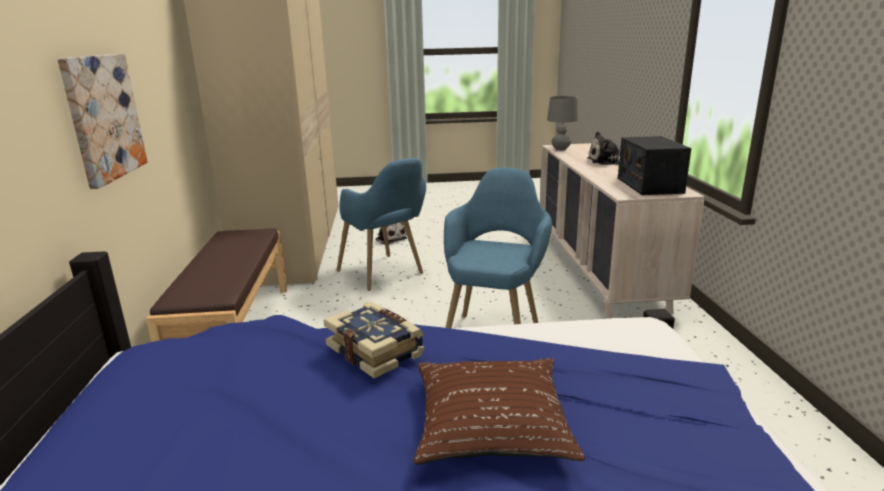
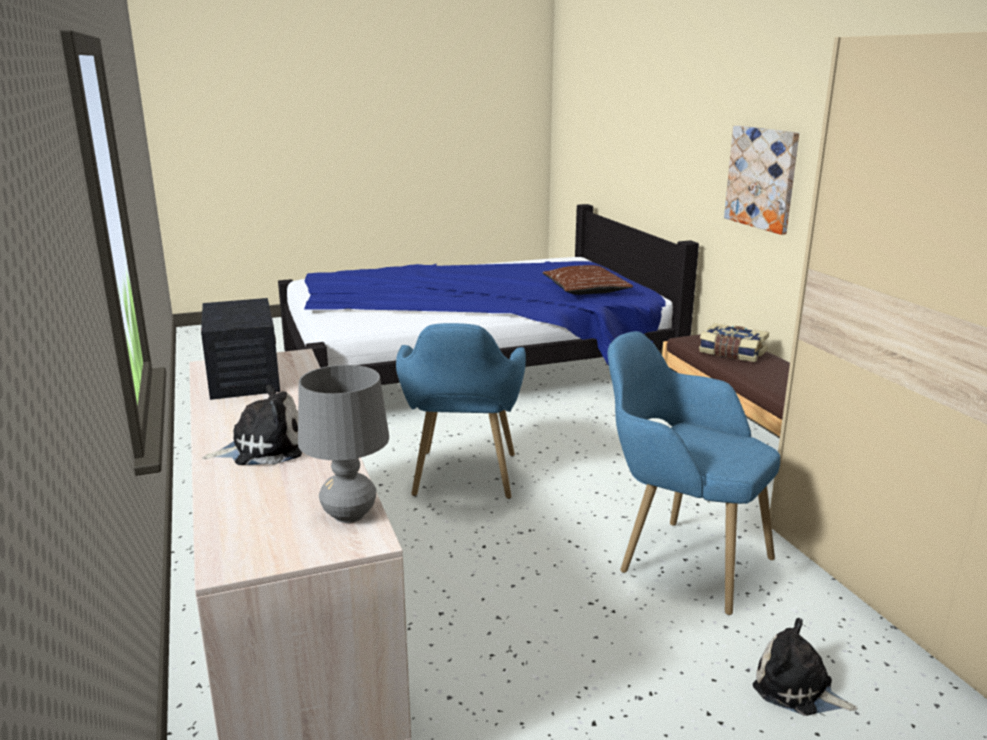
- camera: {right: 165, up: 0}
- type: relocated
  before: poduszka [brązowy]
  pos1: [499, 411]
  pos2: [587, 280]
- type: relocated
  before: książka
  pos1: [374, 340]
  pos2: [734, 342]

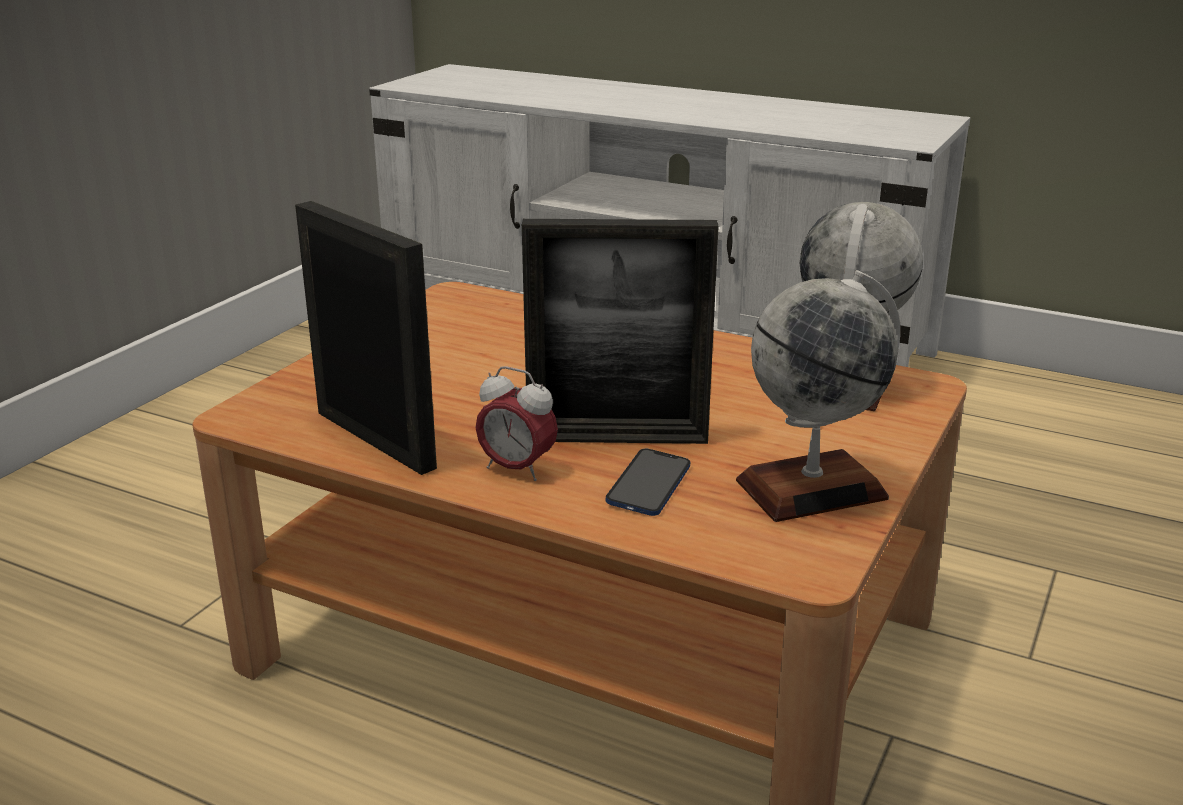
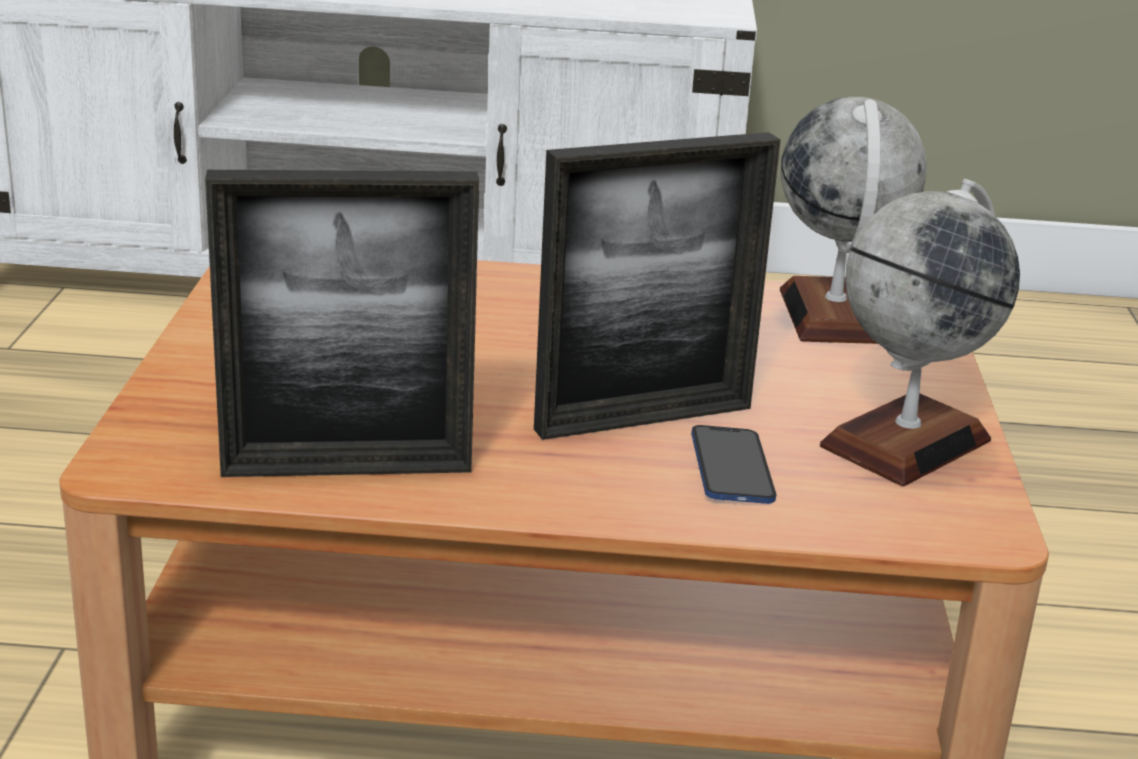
- camera: {right: -25, up: 0}
- type: spun
  before: ramka na zdjęcie
  pos1: [366, 338]
  pos2: [342, 323]
  turn: 150
- type: missing
  before: budzik
  pos1: [517, 423]

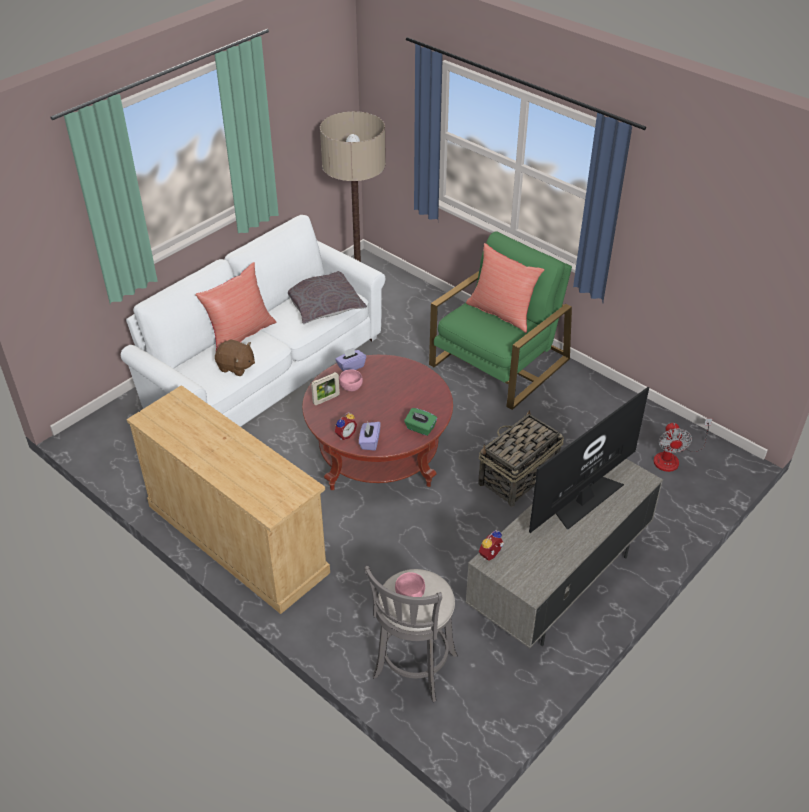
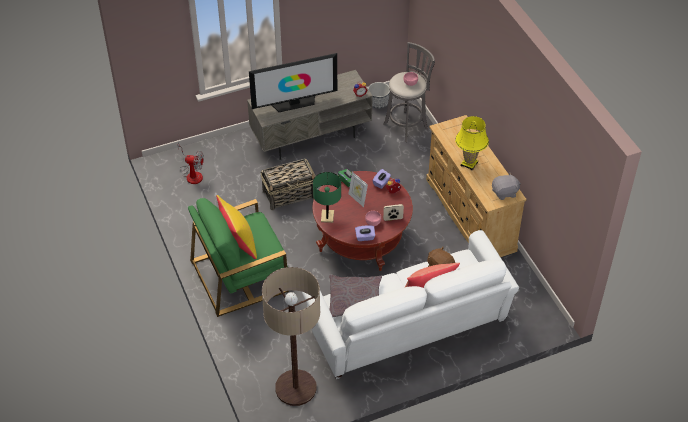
- camera: {right: -155, up: 5}
- type: spun
  before: wentylator
  pos1: [683, 445]
  pos2: [191, 163]
  turn: 75
- type: colour
  before: poduszka [czerwony]
  after: poduszka [żółty]
  pos1: [505, 288]
  pos2: [236, 227]
- type: appeared
  after: lampa stołowa [zielony]
  pos2: [327, 197]
- type: appeared
  after: ramka na zdjęcie
  pos2: [358, 189]
- type: appeared
  after: donica
  pos2: [379, 95]
- type: appeared
  after: lampa stołowa [żółty]
  pos2: [472, 143]
- type: appeared
  after: pluszak [szary]
  pos2: [506, 186]

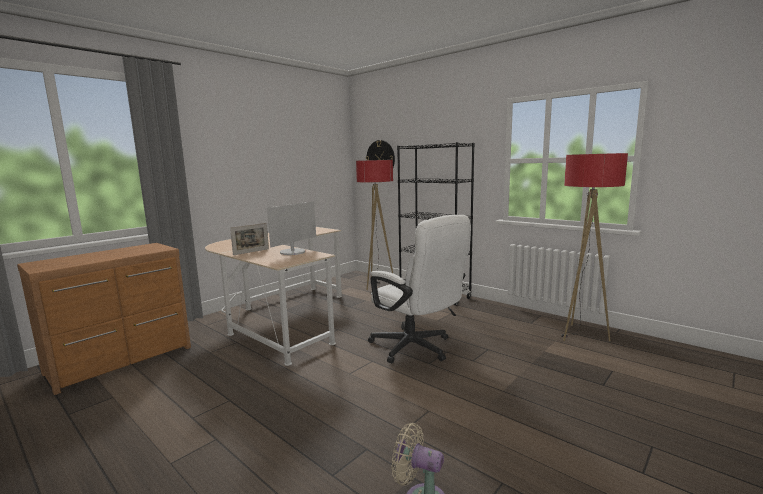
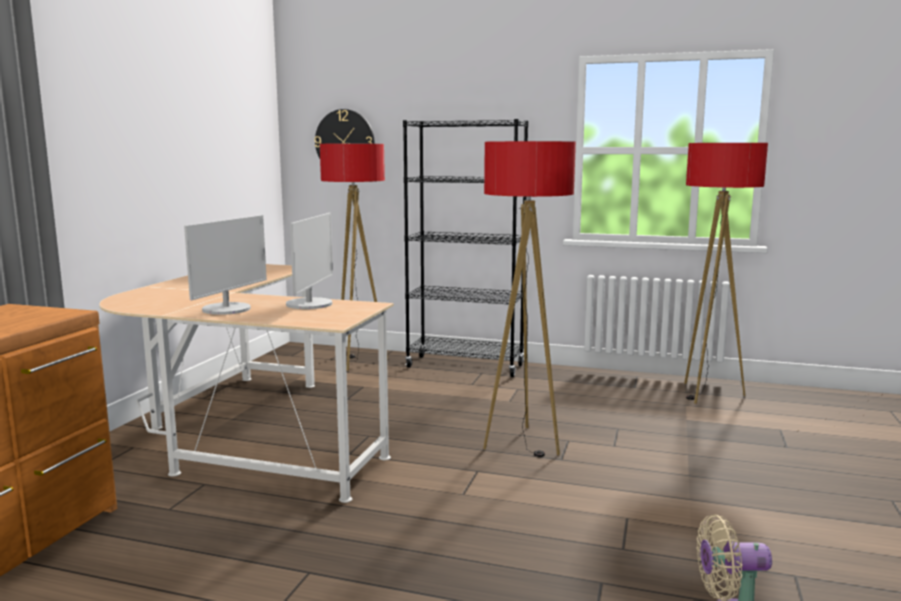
- camera: {right: -25, up: 0}
- type: exchanged
  before: ramka na zdjęcie
  after: monitor
  pos1: [249, 239]
  pos2: [225, 265]
- type: exchanged
  before: krzesło biurowe [biały]
  after: lampa stojąca
  pos1: [419, 289]
  pos2: [529, 299]

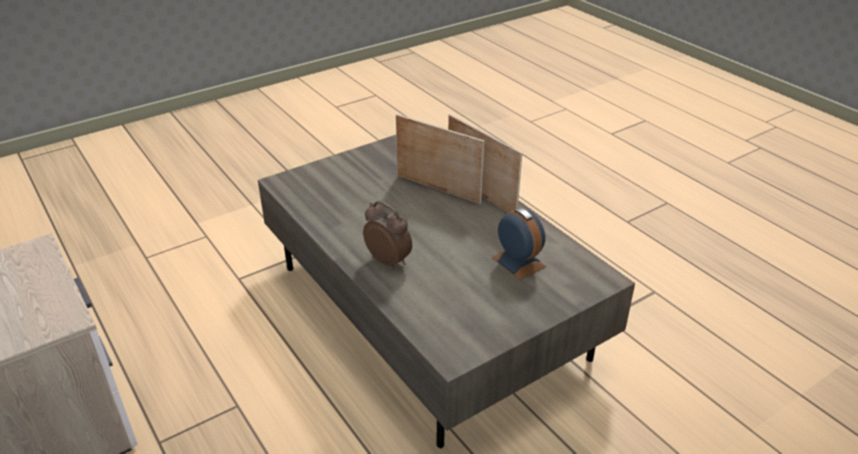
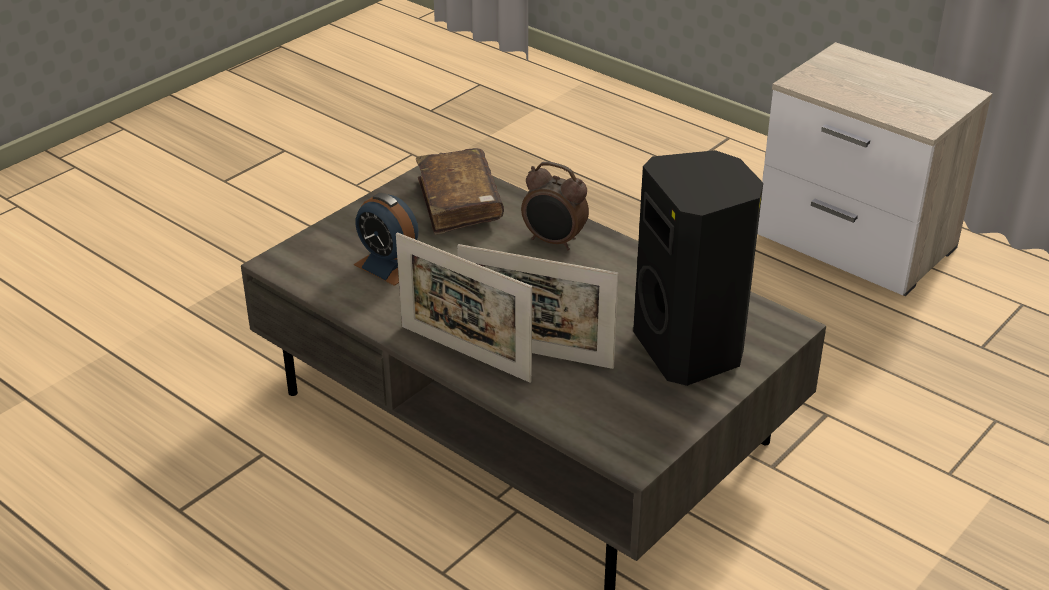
- camera: {right: 165, up: 0}
- type: appeared
  after: książka [brązowy]
  pos2: [460, 191]
- type: appeared
  after: głośnik [czarny]
  pos2: [698, 268]

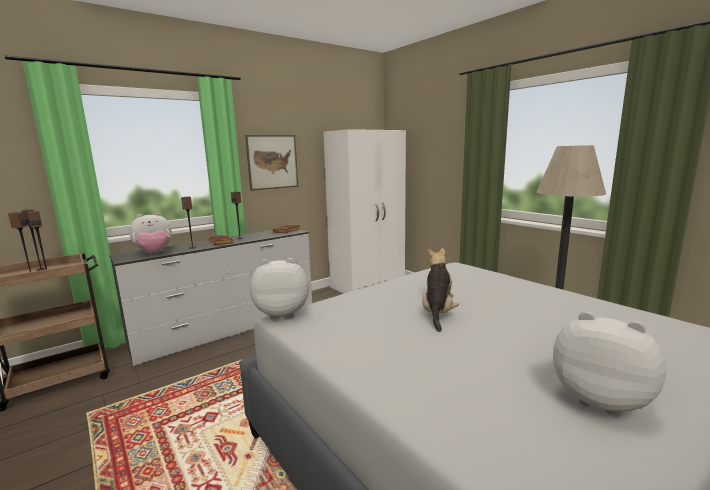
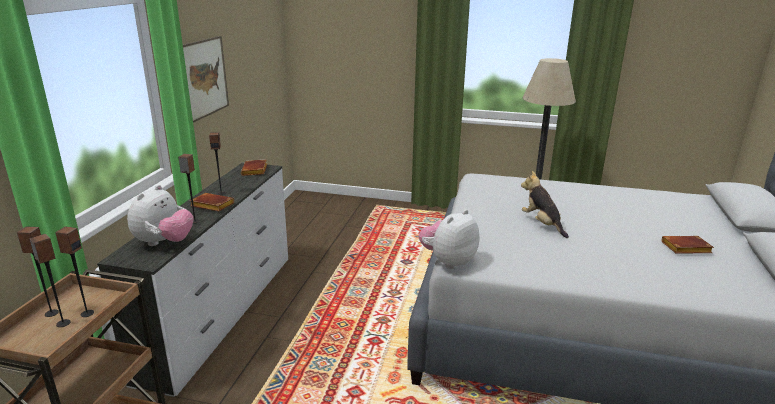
- camera: {right: -40, up: 10}
- type: exchanged
  before: pluszak
  after: książka [brązowy]
  pos1: [609, 363]
  pos2: [688, 245]
- type: missing
  before: szafa [biały]
  pos1: [364, 211]

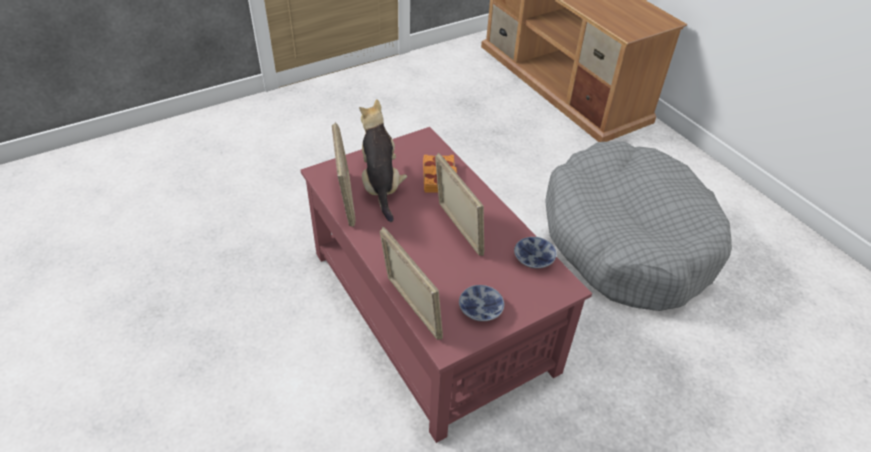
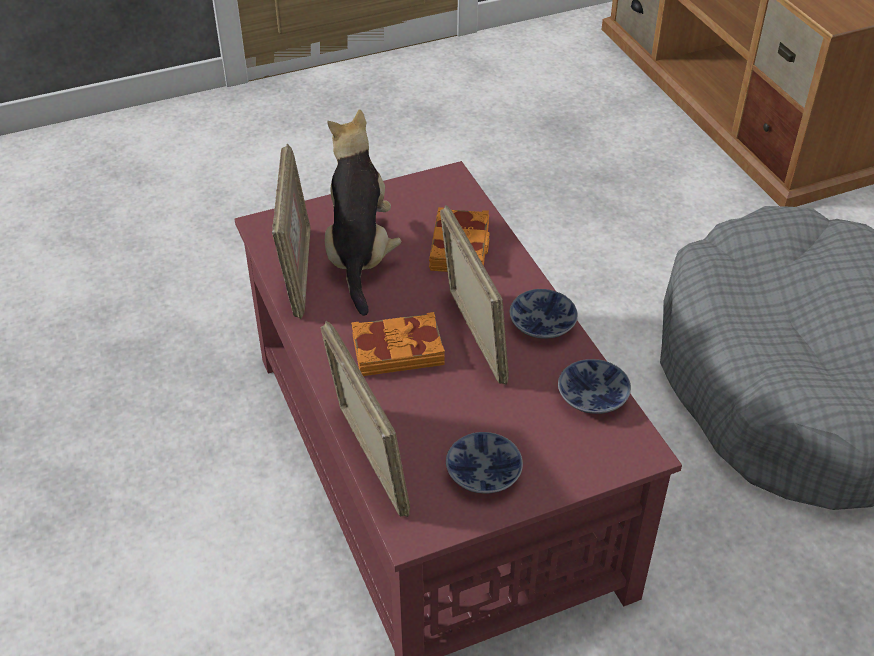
- camera: {right: 10, up: 0}
- type: appeared
  after: książka [pomarańczowy]
  pos2: [398, 344]
- type: appeared
  after: miska
  pos2: [544, 314]

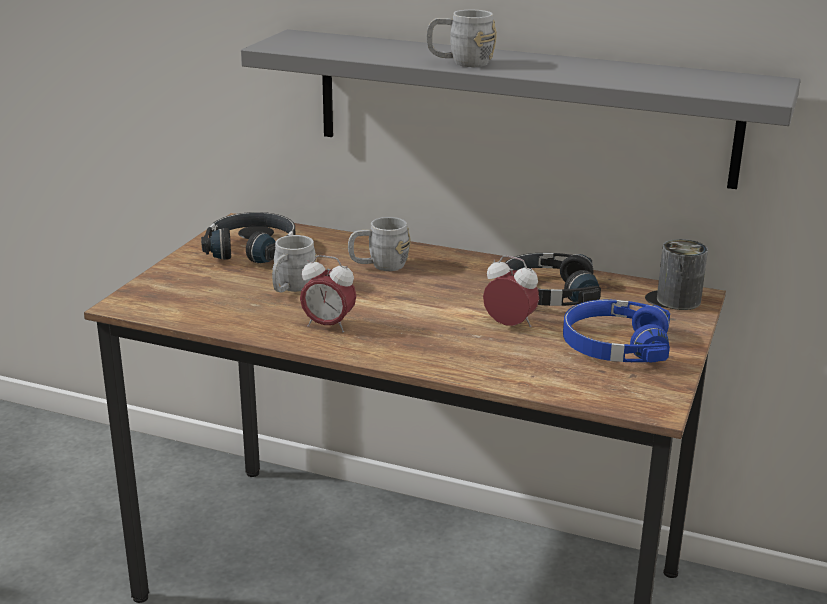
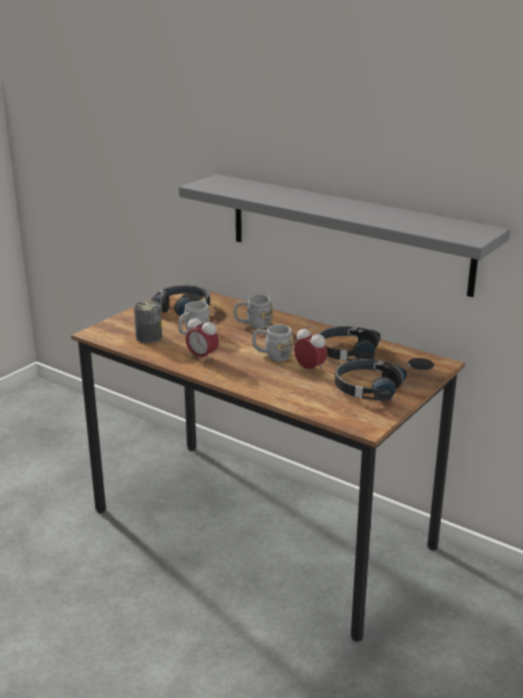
- camera: {right: 15, up: 0}
- type: relocated
  before: puszka
  pos1: [682, 274]
  pos2: [148, 321]
- type: relocated
  before: kubek [szary]
  pos1: [462, 38]
  pos2: [273, 342]
- type: colour
  before: słuchawki [niebieski]
  after: słuchawki [czarny]
  pos1: [616, 330]
  pos2: [371, 380]

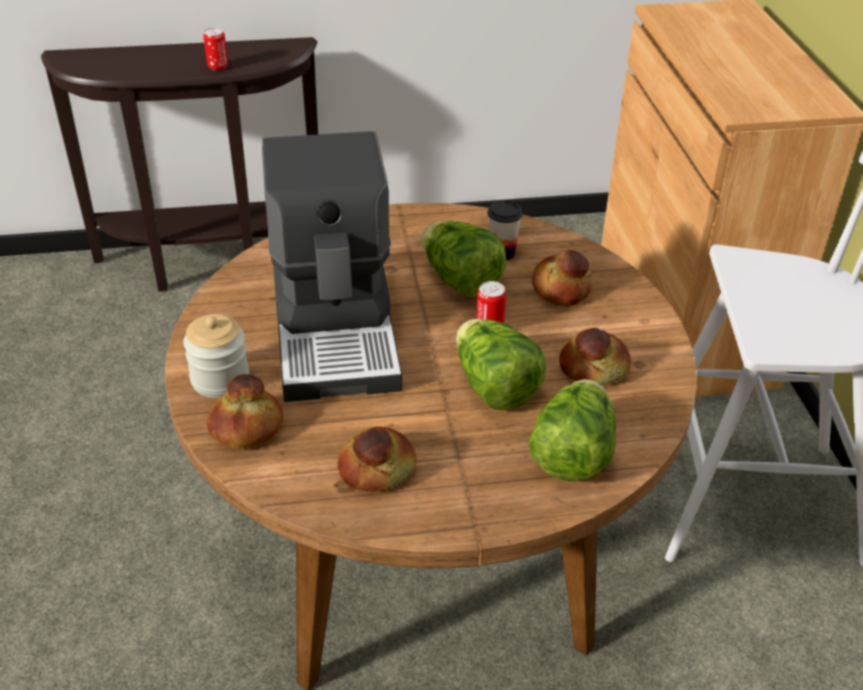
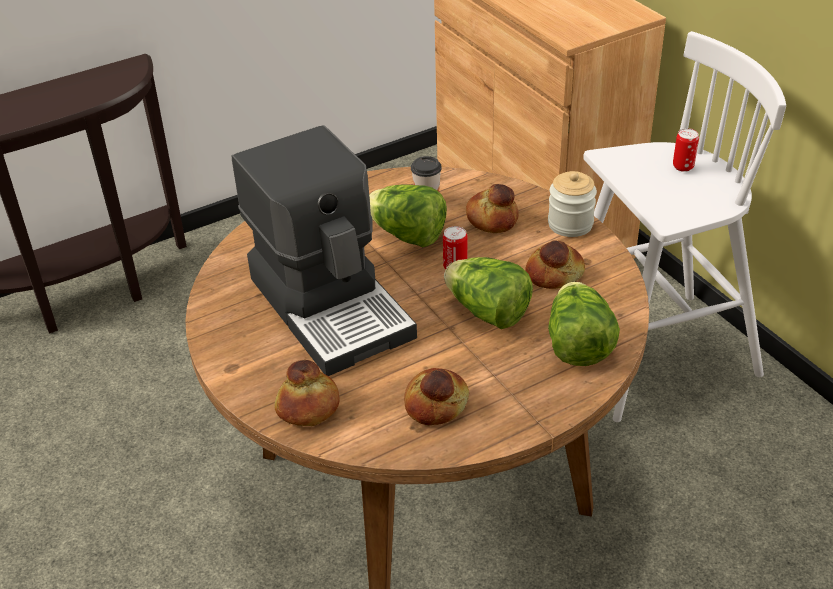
- camera: {right: -20, up: 0}
- type: relocated
  before: słoik
  pos1: [216, 356]
  pos2: [572, 204]
- type: relocated
  before: puszka
  pos1: [215, 49]
  pos2: [686, 150]

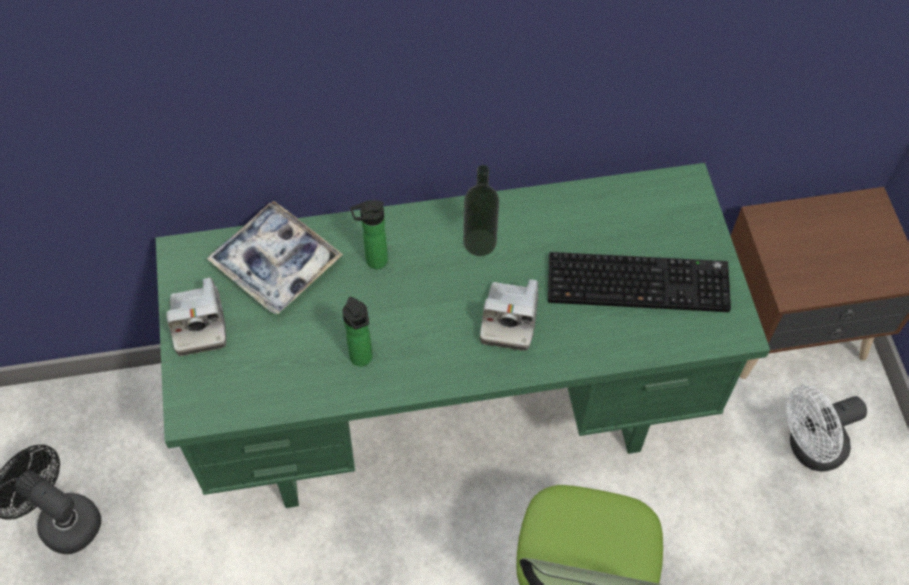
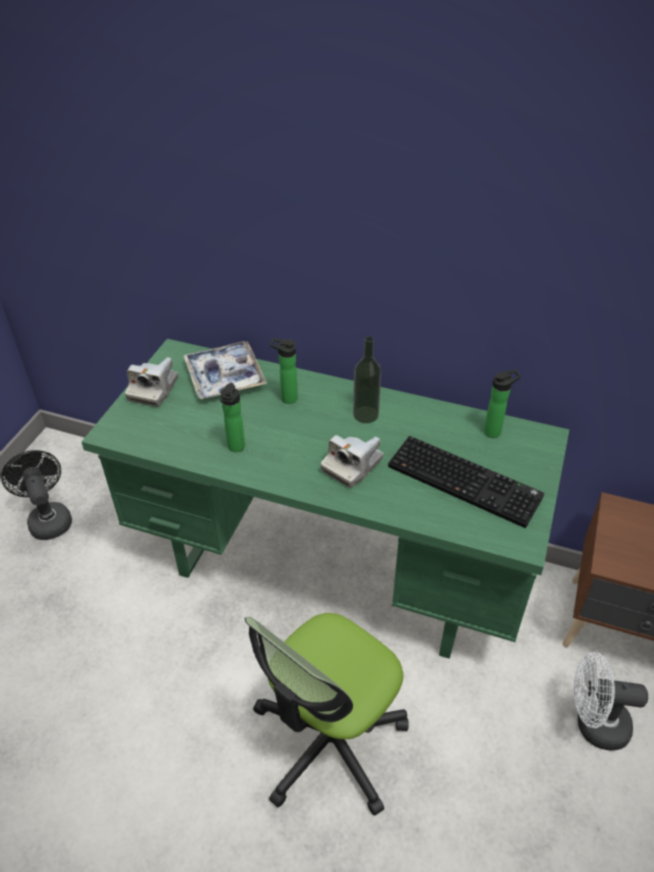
- camera: {right: 30, up: -15}
- type: appeared
  after: butelka
  pos2: [502, 404]

